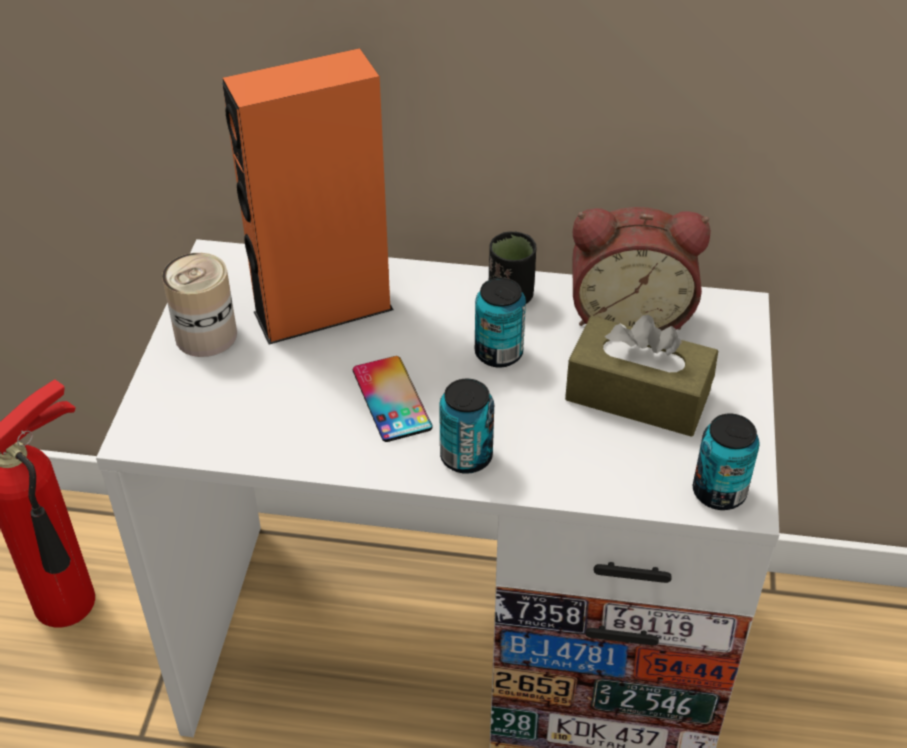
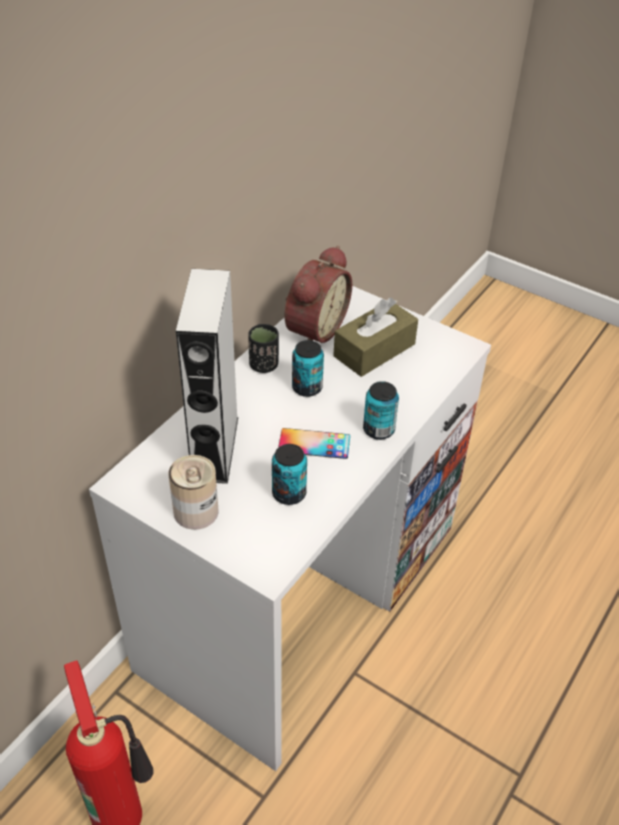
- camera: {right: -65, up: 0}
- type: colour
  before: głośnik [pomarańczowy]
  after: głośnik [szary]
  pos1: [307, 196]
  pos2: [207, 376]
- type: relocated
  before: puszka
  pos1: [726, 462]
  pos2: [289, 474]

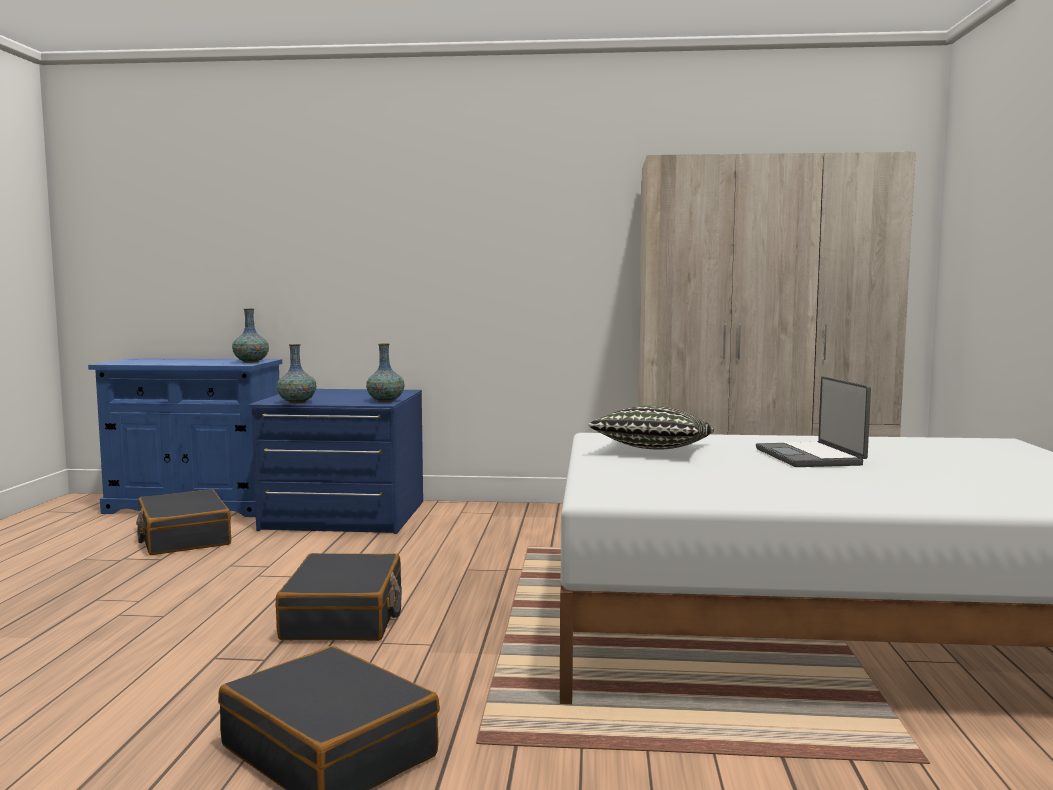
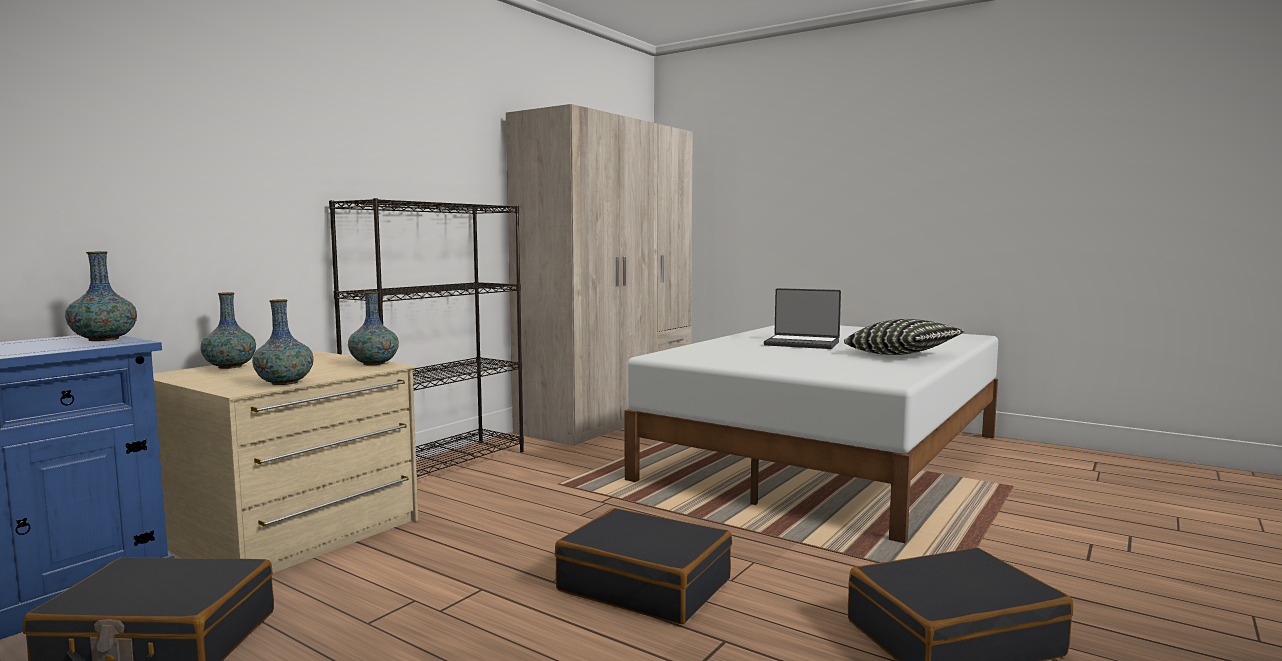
- camera: {right: -60, up: 0}
- type: colour
  before: komoda [niebieski]
  after: komoda [beżowy]
  pos1: [335, 461]
  pos2: [285, 462]
- type: appeared
  after: wazon
  pos2: [228, 330]
- type: appeared
  after: regał [czarny]
  pos2: [426, 337]
- type: relocated
  before: poduszka
  pos1: [651, 427]
  pos2: [904, 337]

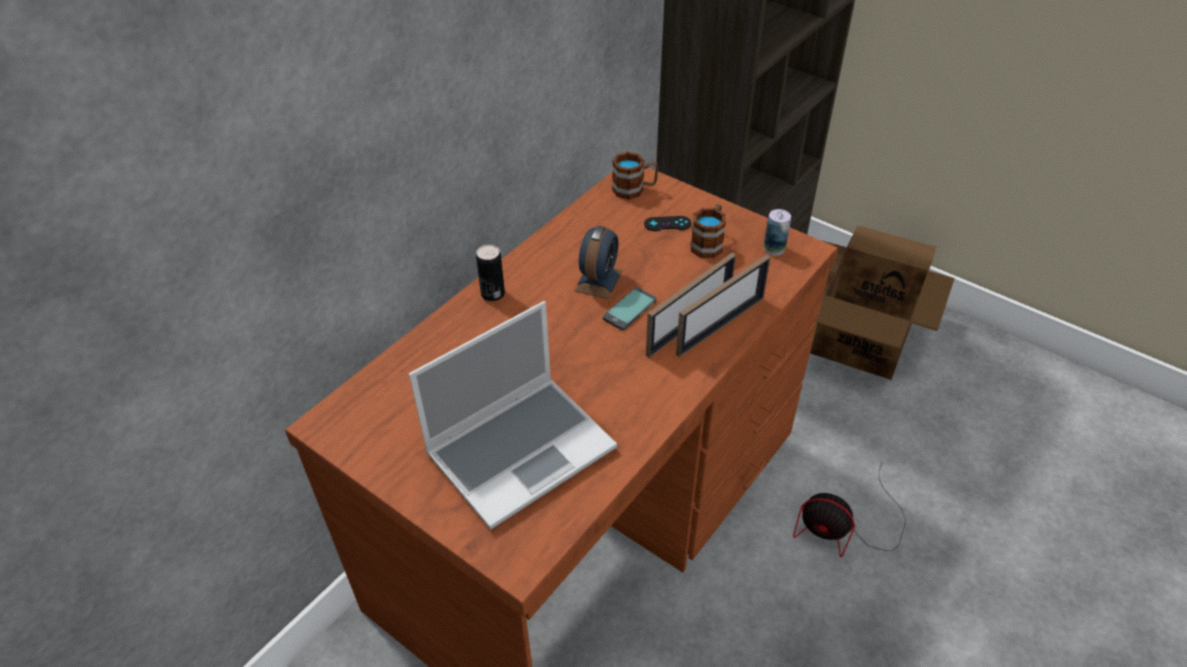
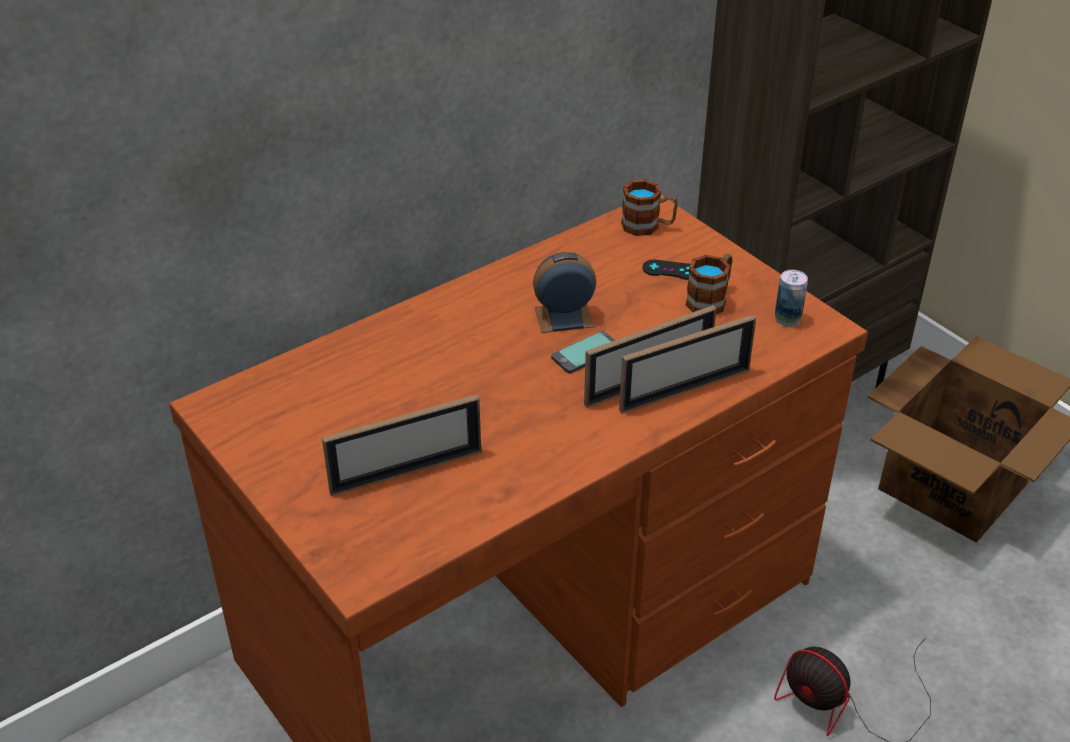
- camera: {right: 15, up: -5}
- type: exchanged
  before: laptop
  after: ramka na zdjęcie
  pos1: [513, 415]
  pos2: [401, 445]
- type: spun
  before: budzik
  pos1: [599, 262]
  pos2: [565, 292]
  turn: -135
- type: missing
  before: puszka
  pos1: [490, 272]

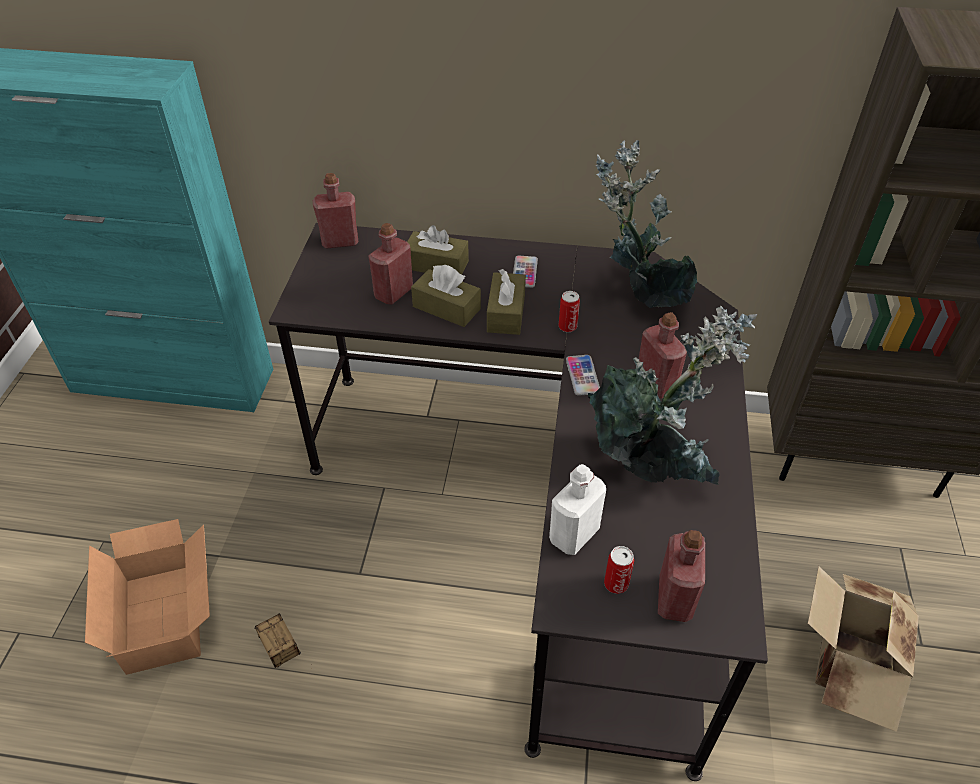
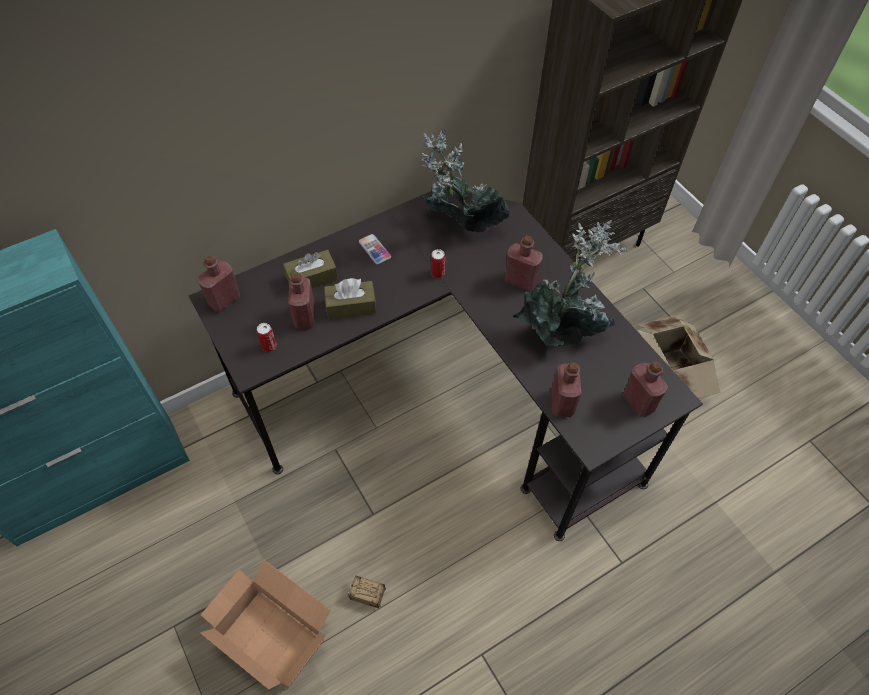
- camera: {right: -40, up: 10}
- type: relocated
  before: puszka
  pos1: [619, 570]
  pos2: [267, 337]
- type: colour
  before: butelka [biały]
  after: butelka [czerwony]
  pos1: [577, 509]
  pos2: [566, 390]
- type: missing
  before: pudełko chusteczek [brązowy]
  pos1: [506, 302]
- type: missing
  before: telefon
  pos1: [583, 375]

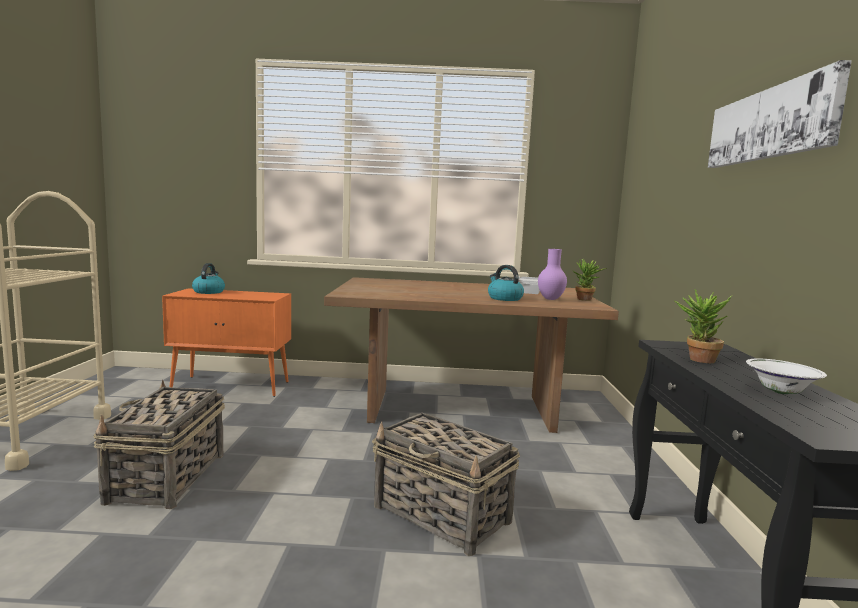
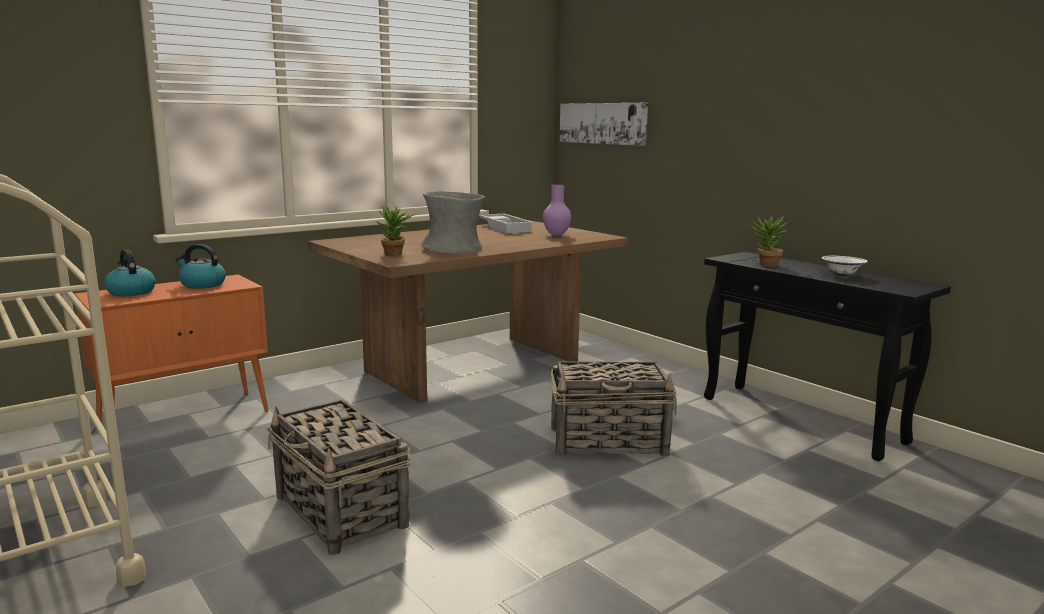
- camera: {right: -40, up: 5}
- type: relocated
  before: czajnik
  pos1: [506, 283]
  pos2: [201, 266]
- type: relocated
  before: roślina doniczkowa
  pos1: [589, 280]
  pos2: [395, 231]
- type: appeared
  after: wazon [szary]
  pos2: [453, 222]
- type: relocated
  before: obraz
  pos1: [780, 114]
  pos2: [603, 124]

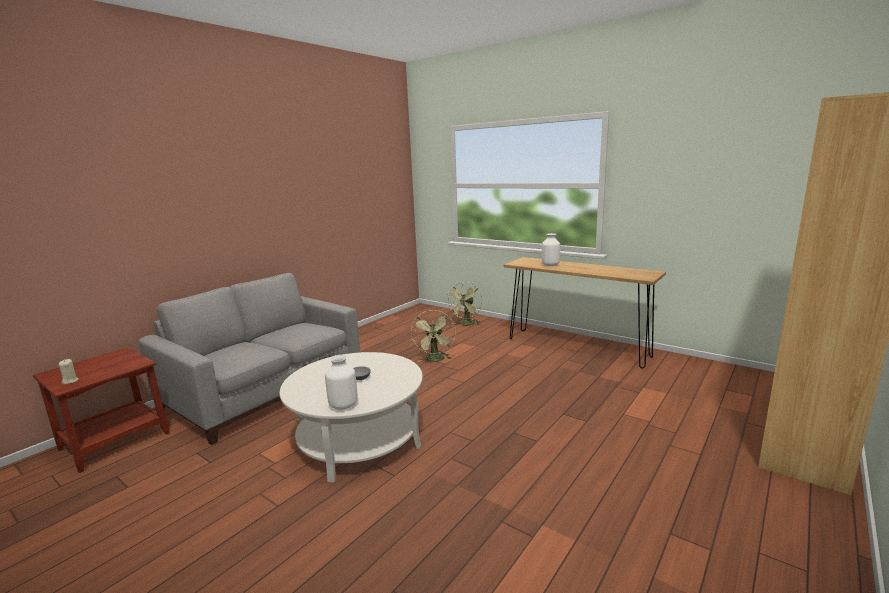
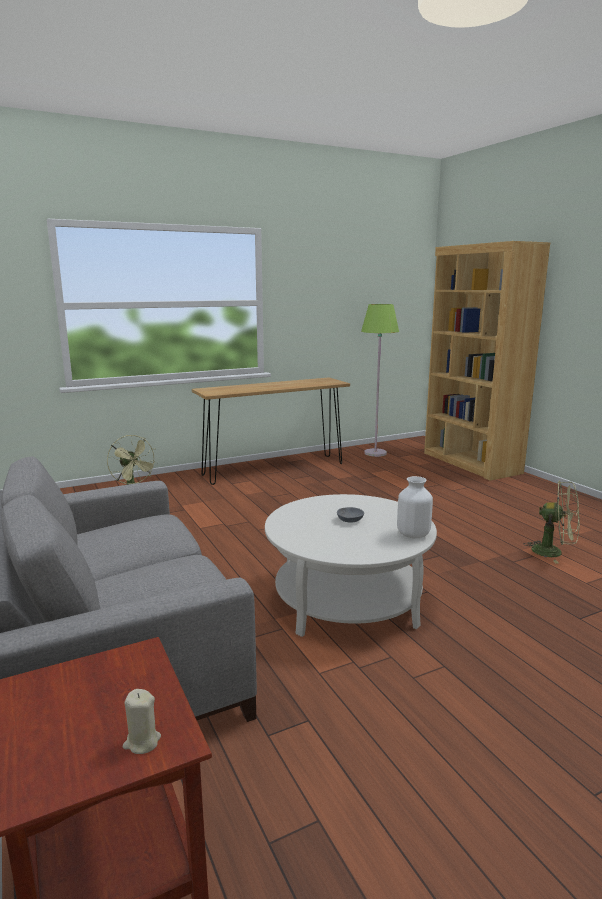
- camera: {right: -65, up: 0}
- type: appeared
  after: lampa stojąca [zielony]
  pos2: [380, 380]
- type: relocated
  before: wentylator [zielony]
  pos1: [433, 336]
  pos2: [551, 522]
- type: missing
  before: wazon [biały]
  pos1: [551, 249]

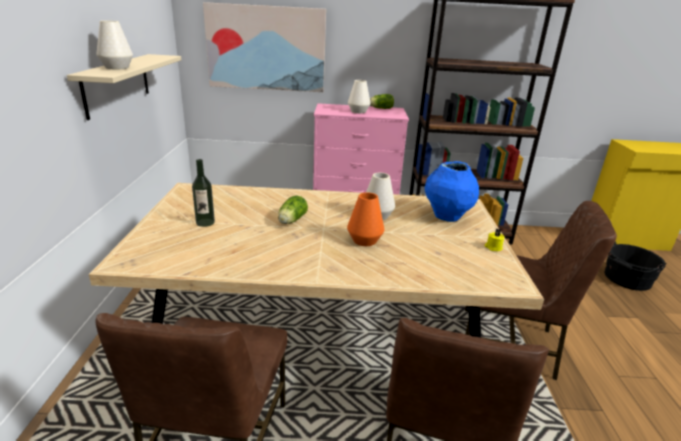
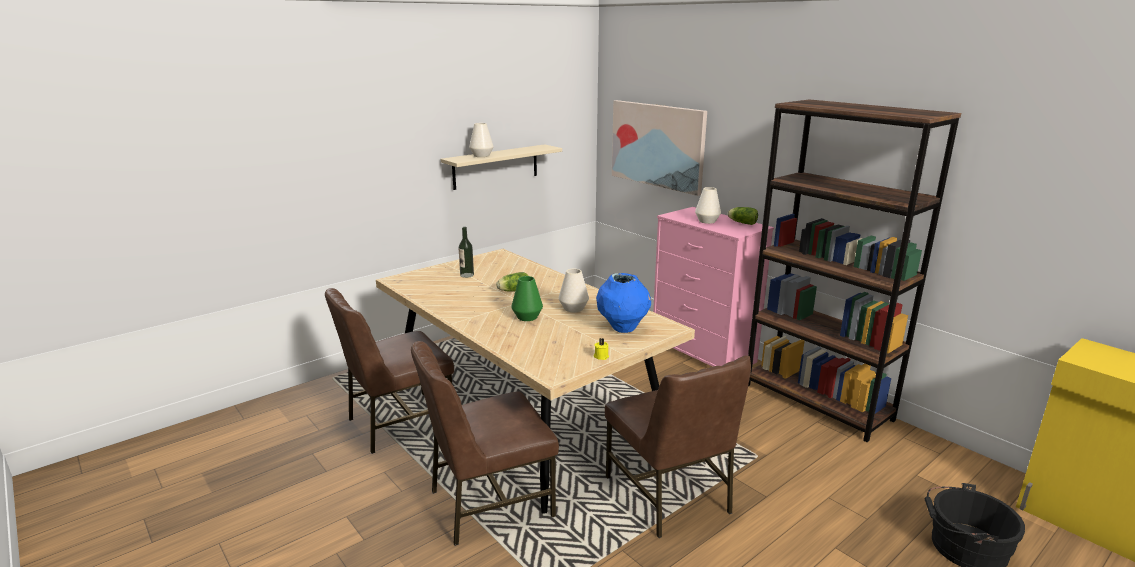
- camera: {right: 50, up: -5}
- type: colour
  before: wazon [pomarańczowy]
  after: wazon [zielony]
  pos1: [365, 219]
  pos2: [527, 298]

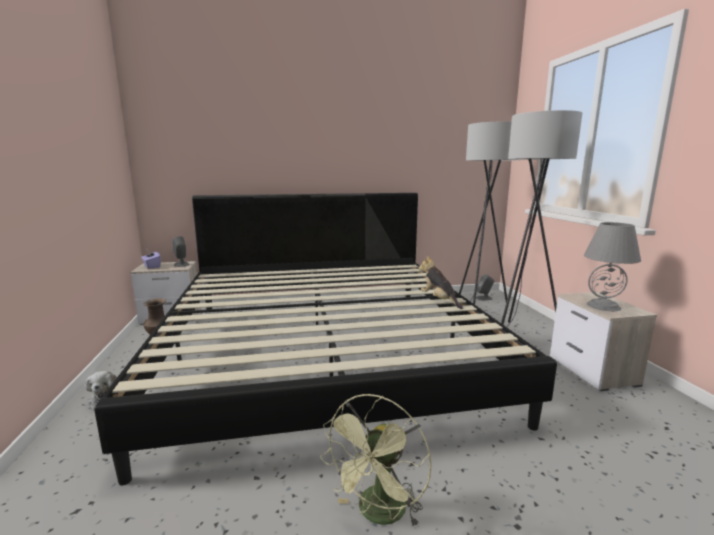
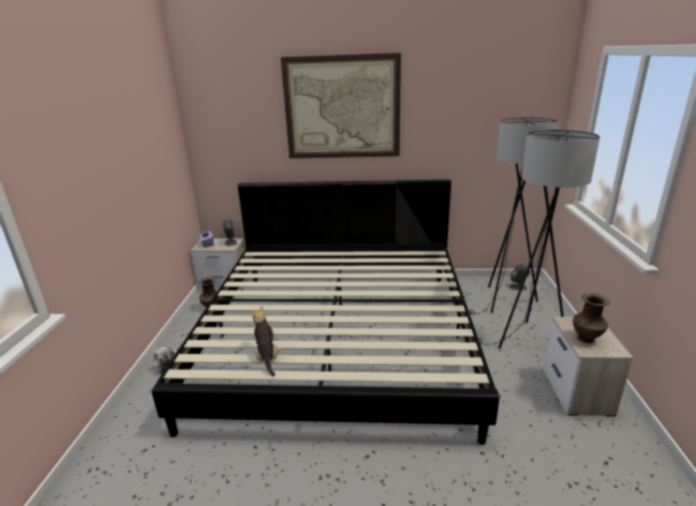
- camera: {right: 15, up: 10}
- type: relocated
  before: pluszak
  pos1: [440, 282]
  pos2: [266, 341]
- type: appeared
  after: obraz
  pos2: [341, 106]
- type: exchanged
  before: lampa stołowa [szary]
  after: wazon [brązowy]
  pos1: [612, 266]
  pos2: [591, 317]
- type: missing
  before: wentylator [zielony]
  pos1: [376, 461]

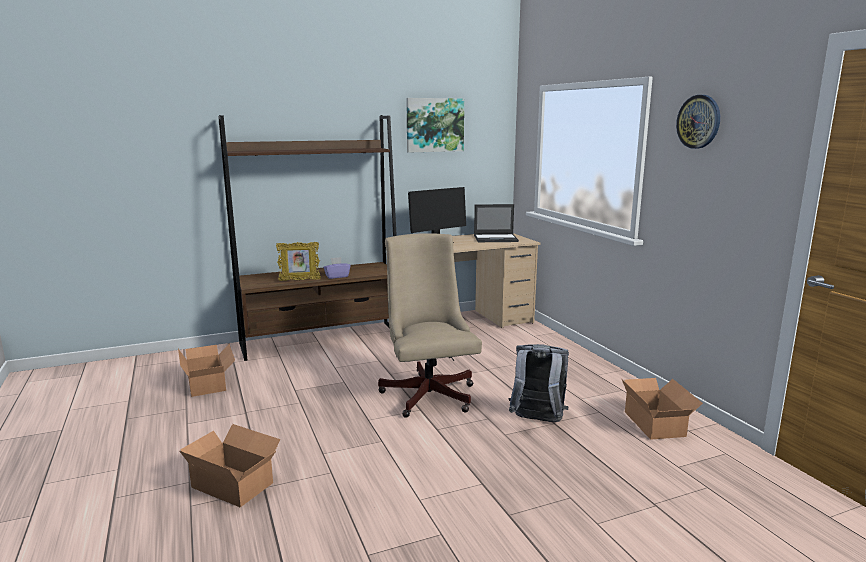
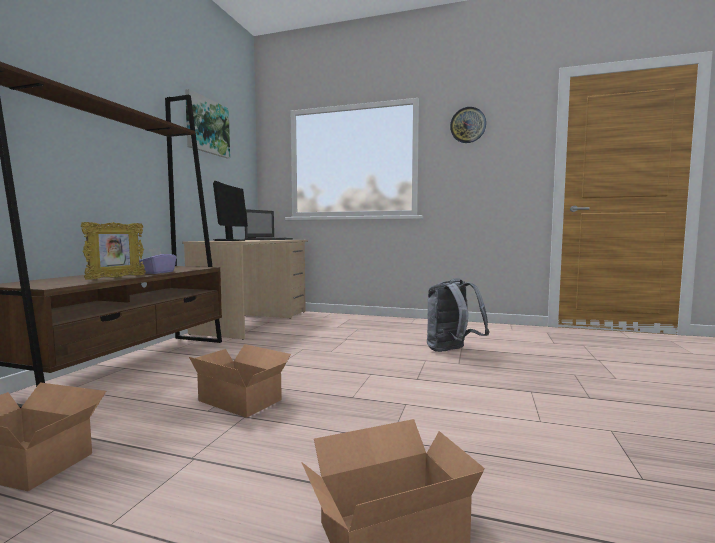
- camera: {right: -50, up: -10}
- type: relocated
  before: karton
  pos1: [662, 409]
  pos2: [240, 381]
- type: missing
  before: krzesło biurowe [beżowy]
  pos1: [430, 325]

